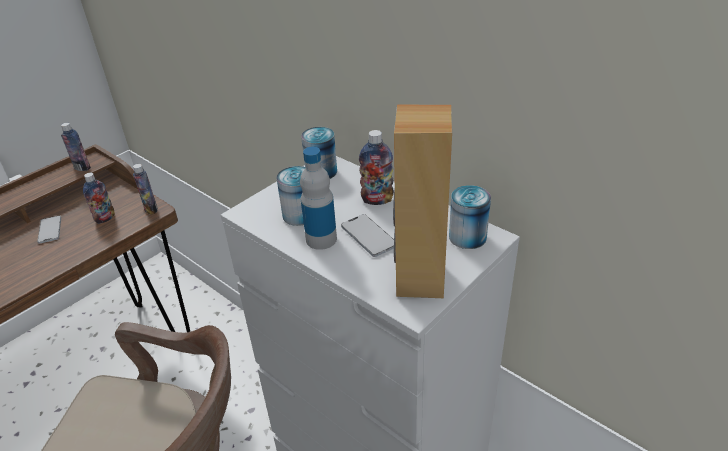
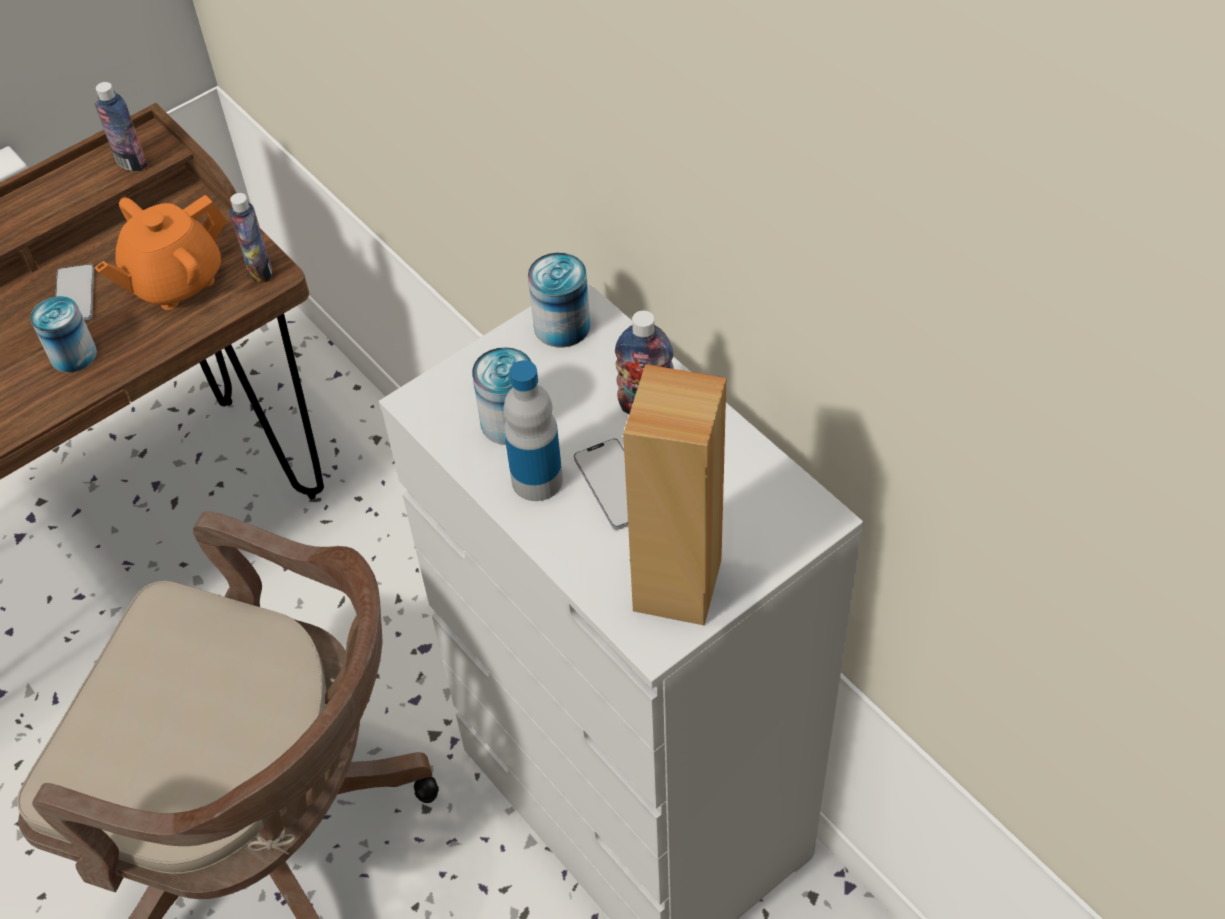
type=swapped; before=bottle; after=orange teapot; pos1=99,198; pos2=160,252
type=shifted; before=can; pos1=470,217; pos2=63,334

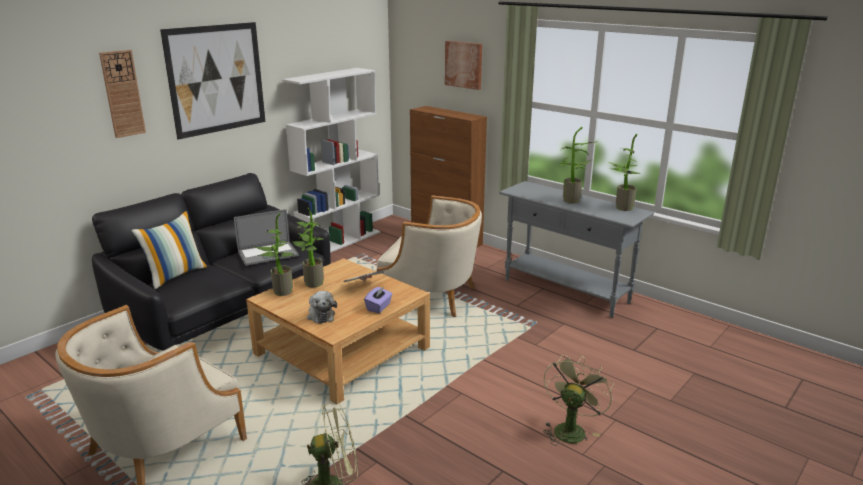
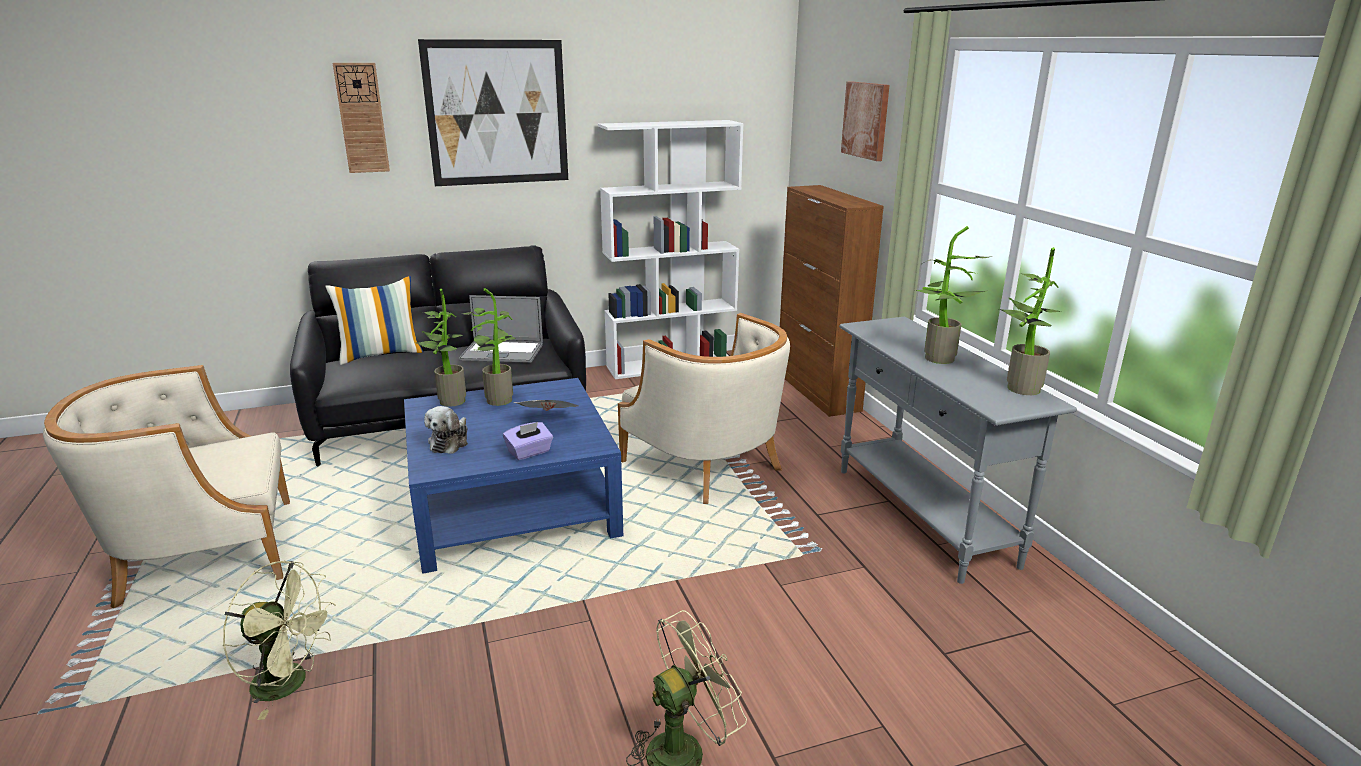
type=repainted; before=beige coffee table; after=blue coffee table; pos1=338,331; pos2=513,476

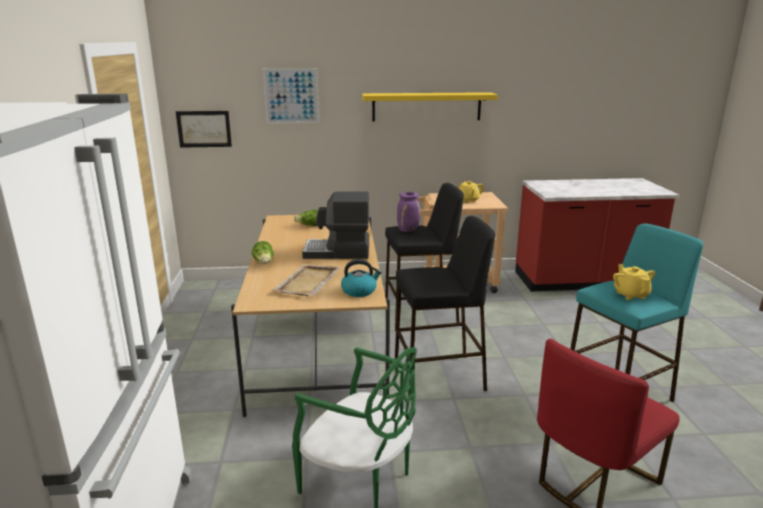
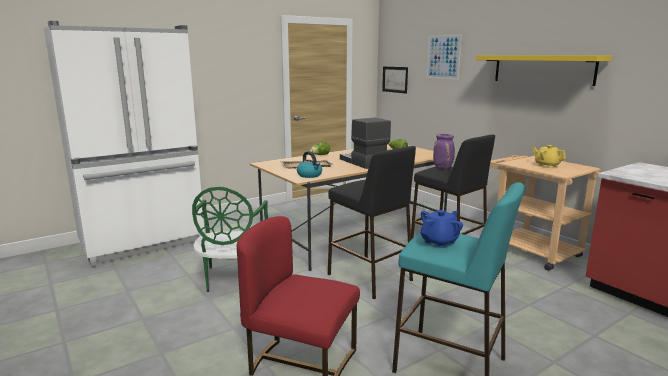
type=repainted; before=yellow teapot; after=blue teapot; pos1=634,282; pos2=442,229

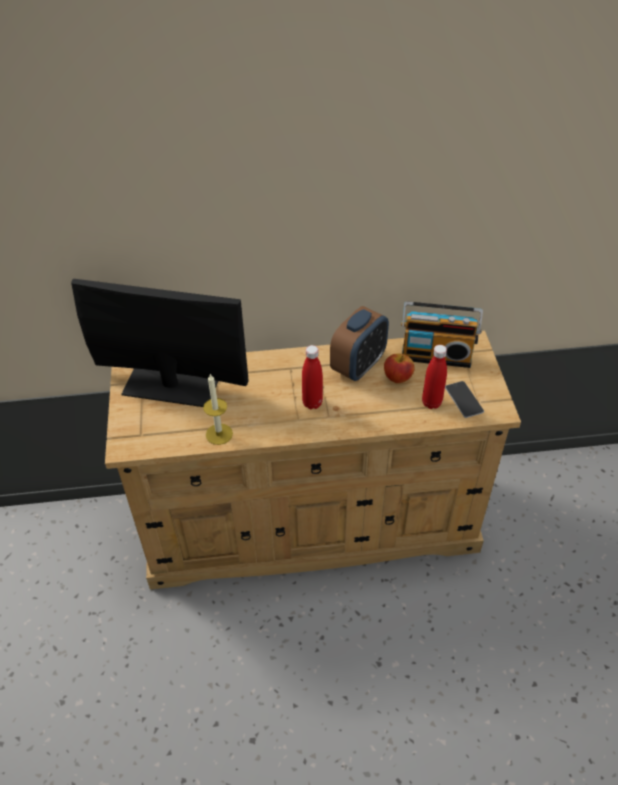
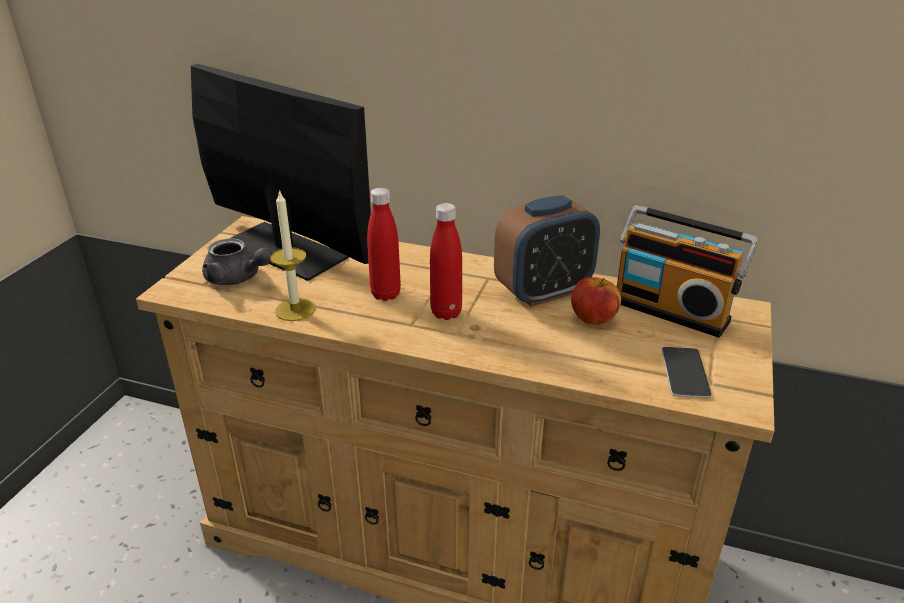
type=shifted; before=red bottle; pos1=434,377; pos2=384,244
type=new; after=grey teapot; pos2=237,261

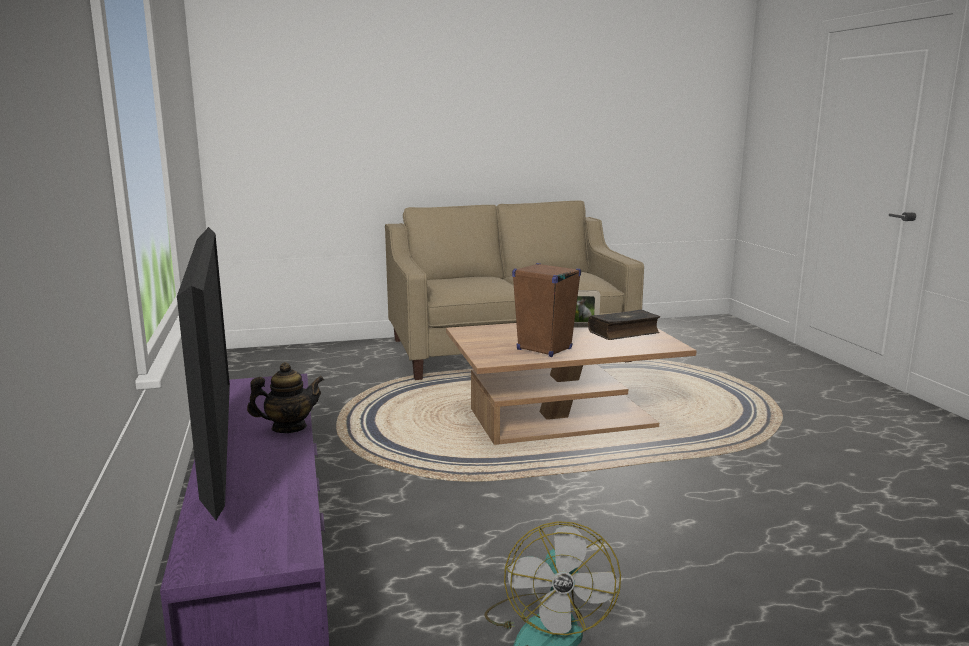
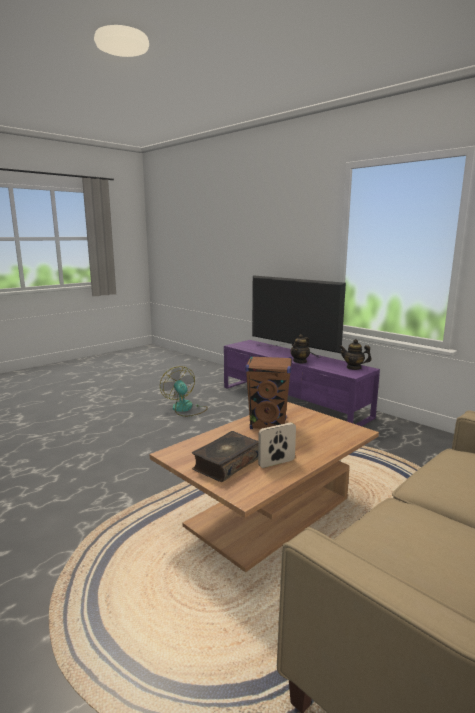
type=new; after=teapot; pos2=356,354

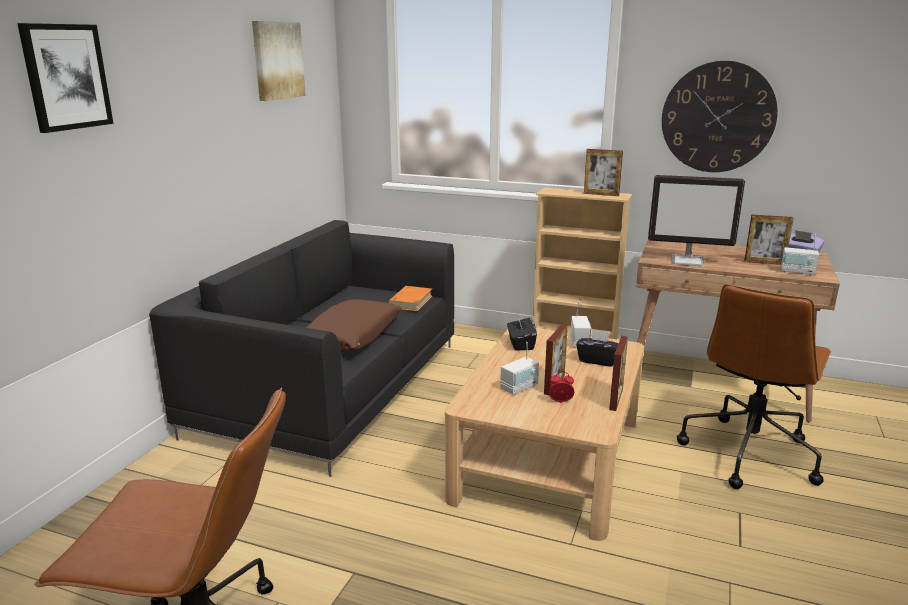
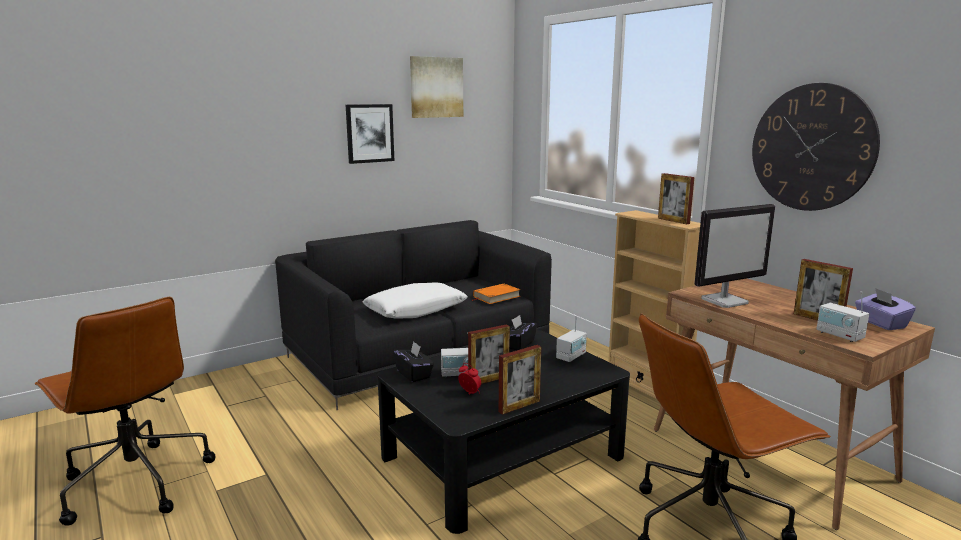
type=shifted; before=picture; pos1=65,78; pos2=370,134
type=rotated; before=monitor; pos1=696,220; pos2=735,256; turn=-75
type=repainted; before=brown pillow; after=white pillow; pos1=354,325; pos2=415,300
type=repainted; before=beige coffee table; after=black coffee table; pos1=544,434; pos2=503,432
type=shifted; before=black tissue box; pos1=597,348; pos2=413,361

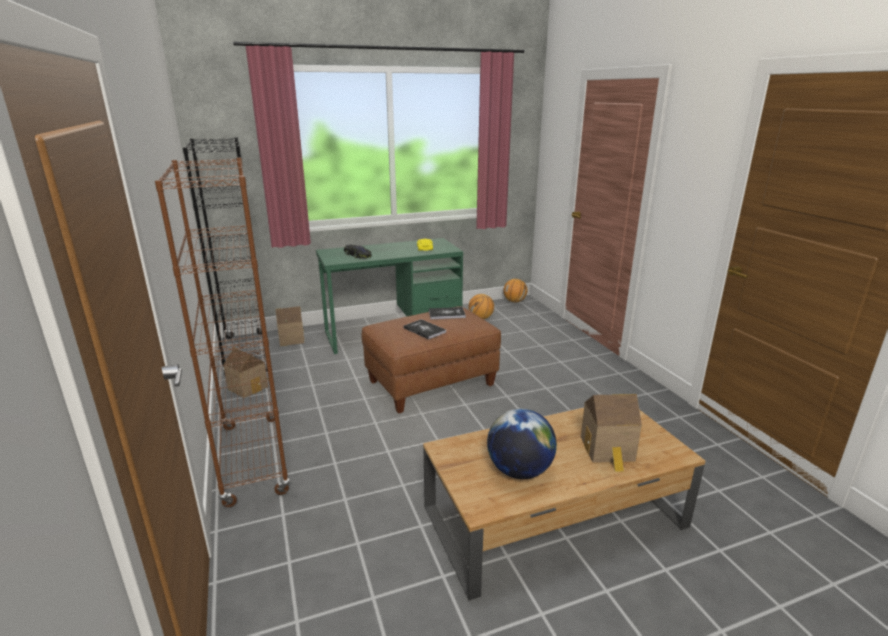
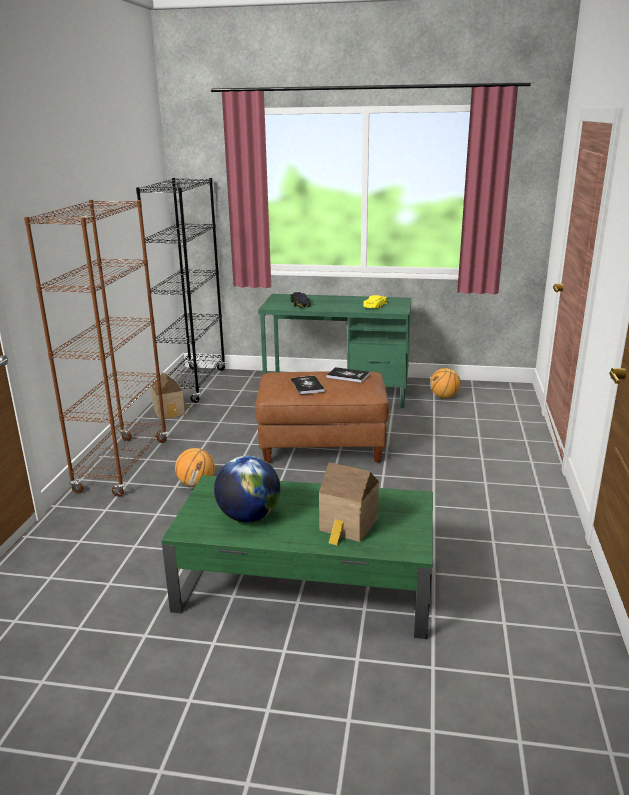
type=shifted; before=basketball; pos1=515,290; pos2=195,467
type=gone; before=toy house; pos1=290,326
type=repainted; before=brown coffee table; after=green coffee table; pos1=564,504; pos2=297,557

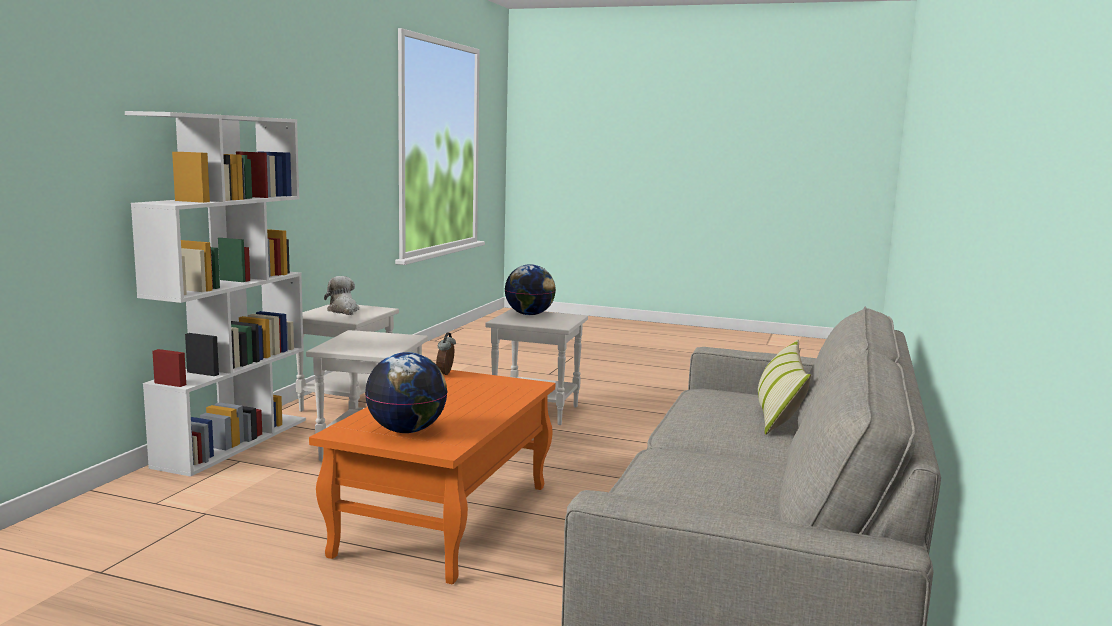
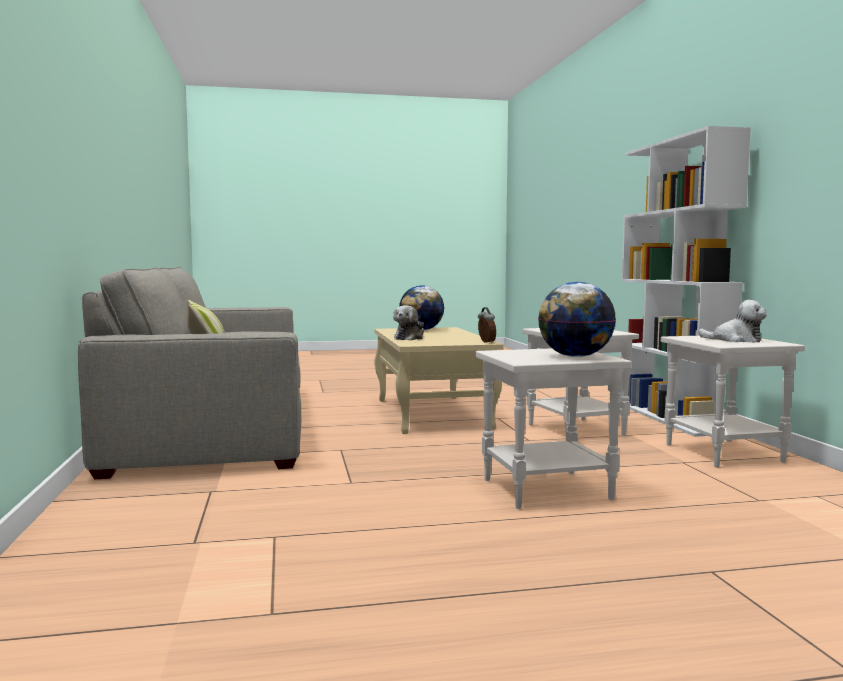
type=repainted; before=orange coffee table; after=beige coffee table; pos1=432,477; pos2=439,380
type=new; after=plush toy; pos2=408,323

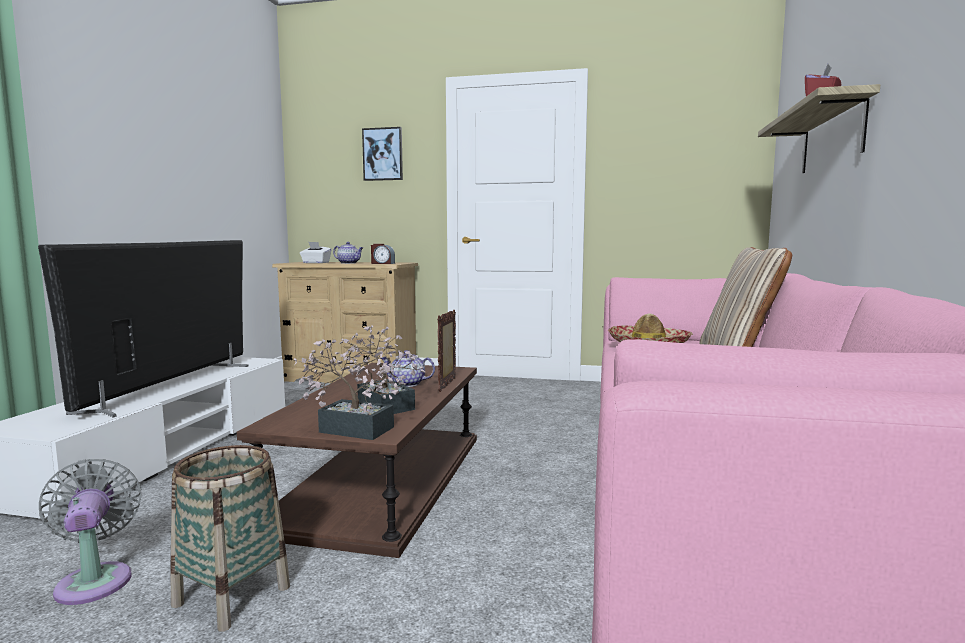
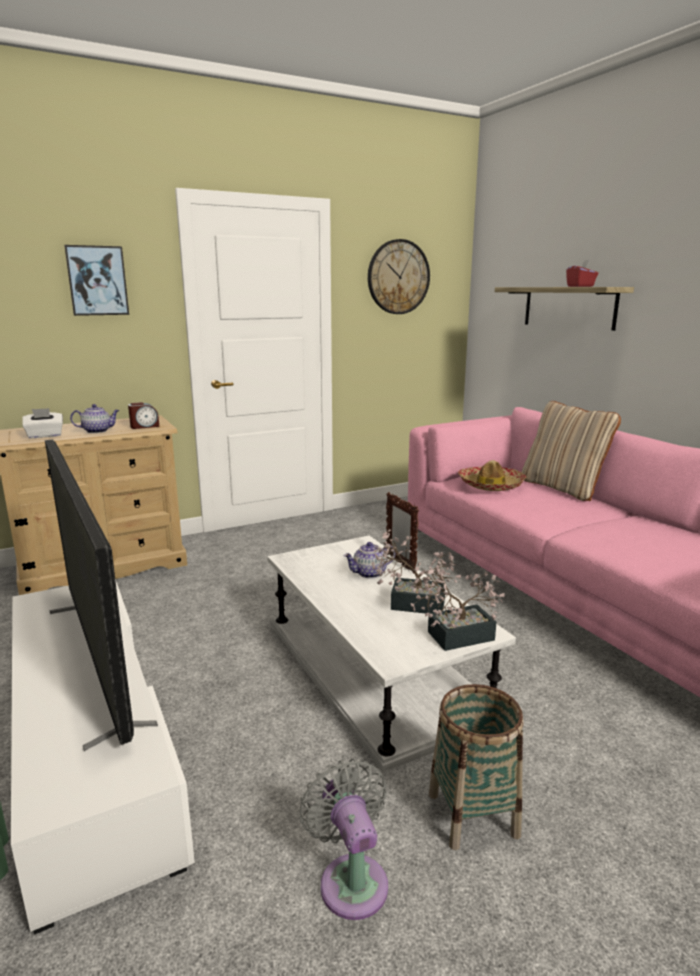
type=repainted; before=brown coffee table; after=white coffee table; pos1=357,460; pos2=391,654
type=rotated; before=grey fan; pos1=90,532; pos2=343,839; turn=45
type=new; after=wall clock; pos2=399,276

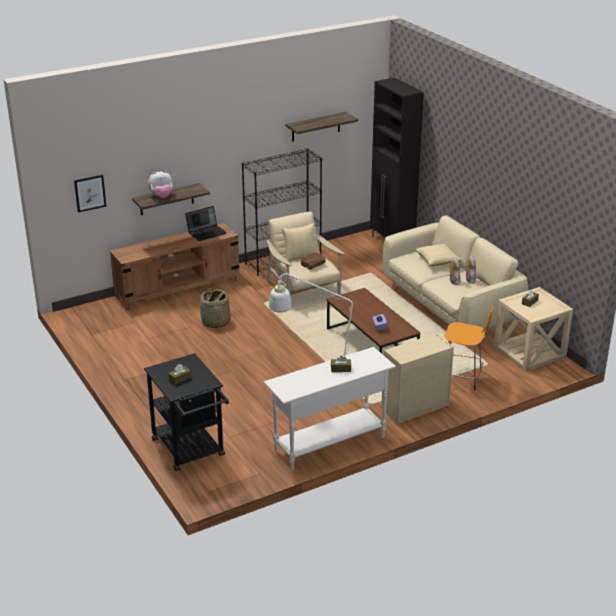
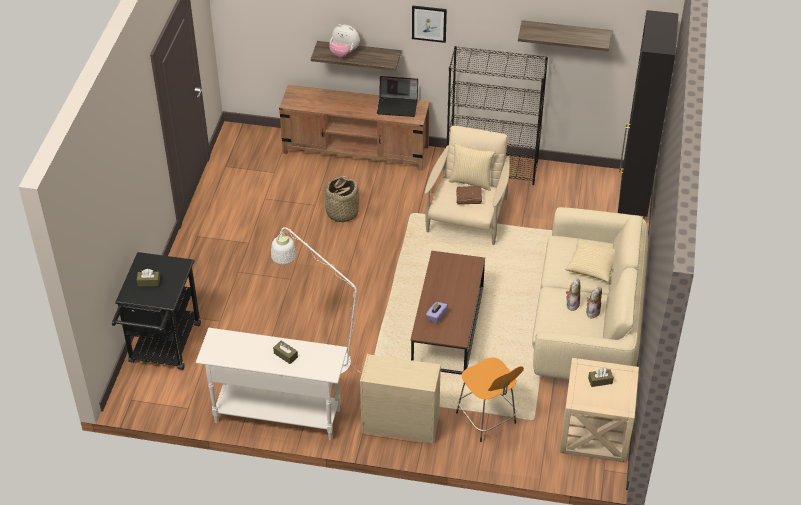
type=shifted; before=picture; pos1=90,194; pos2=429,24

